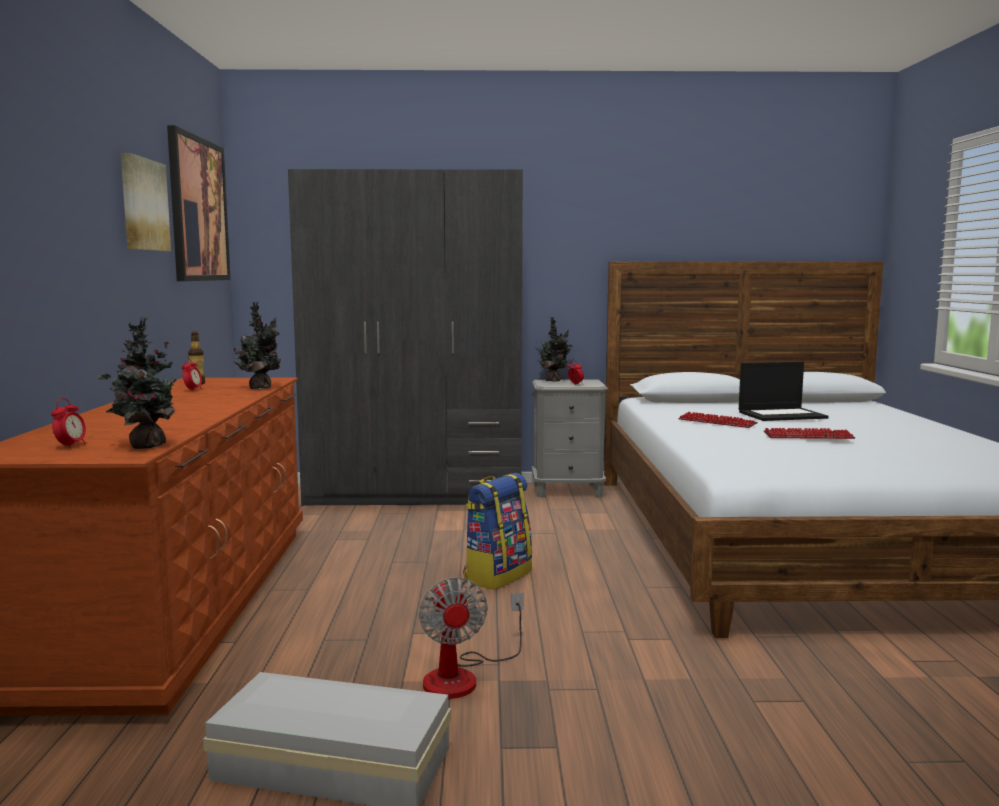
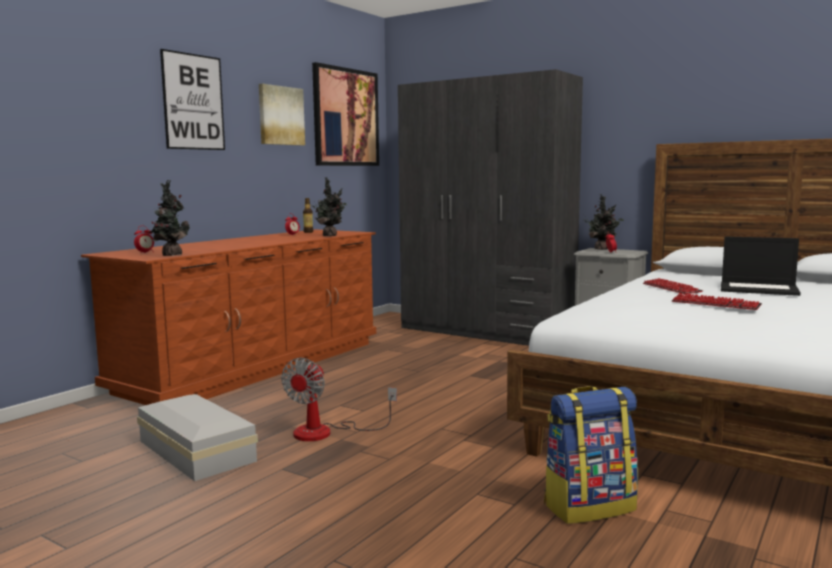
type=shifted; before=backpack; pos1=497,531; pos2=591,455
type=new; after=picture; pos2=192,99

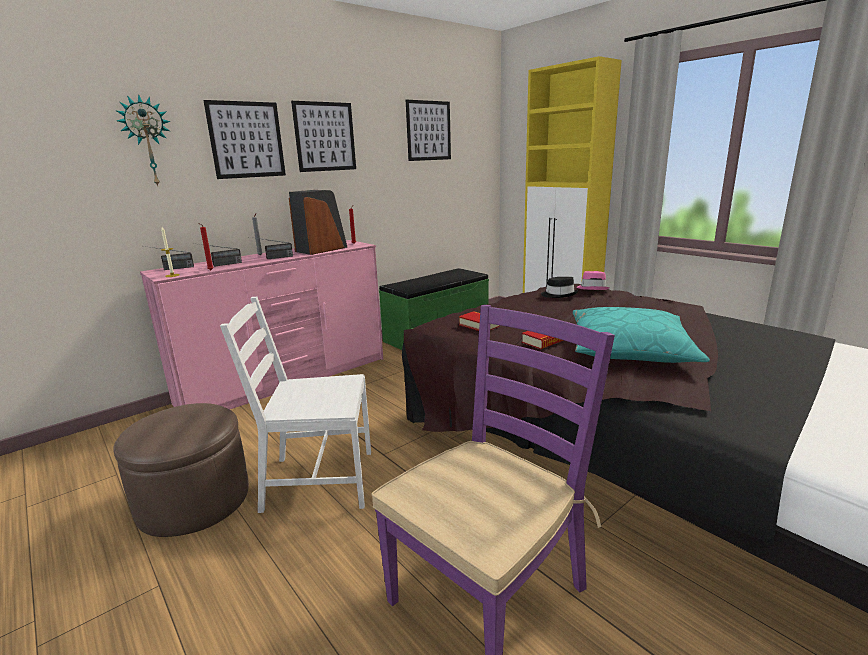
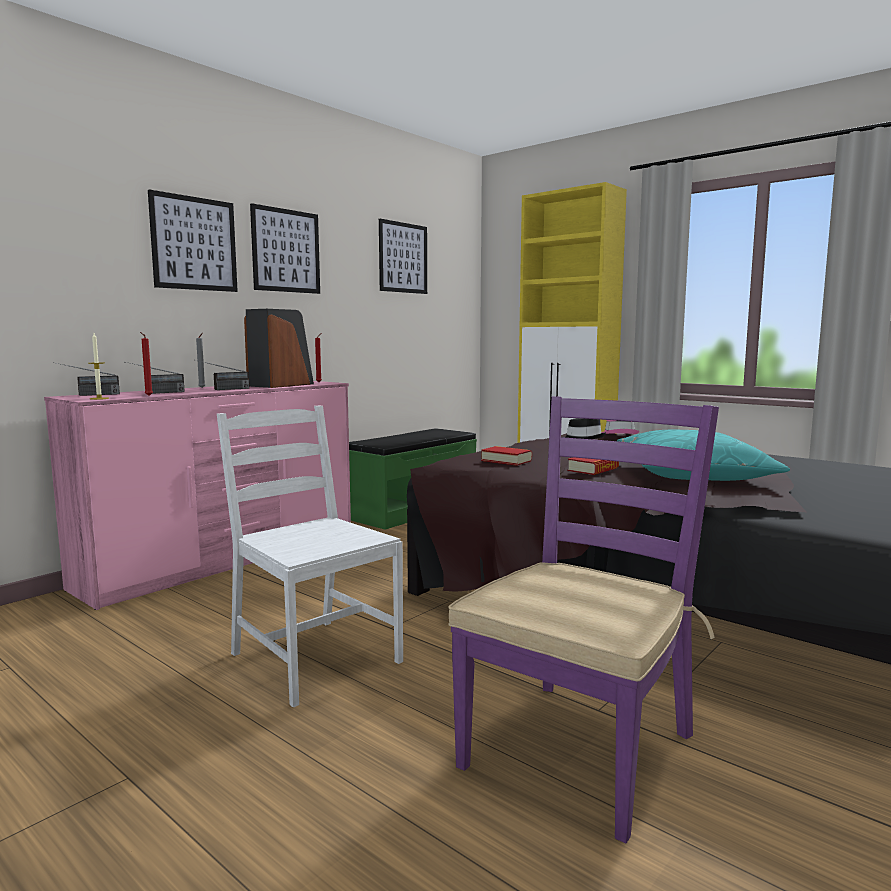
type=gone; before=wall clock; pos1=142,140
type=rotated; before=white chair; pos1=295,405; pos2=310,556; turn=60
type=gone; before=brown ottoman; pos1=181,470

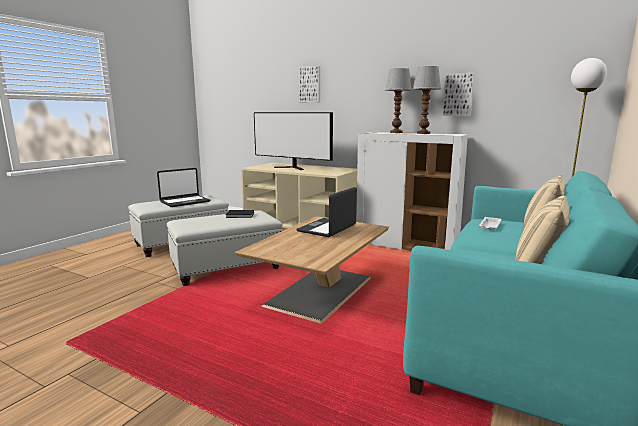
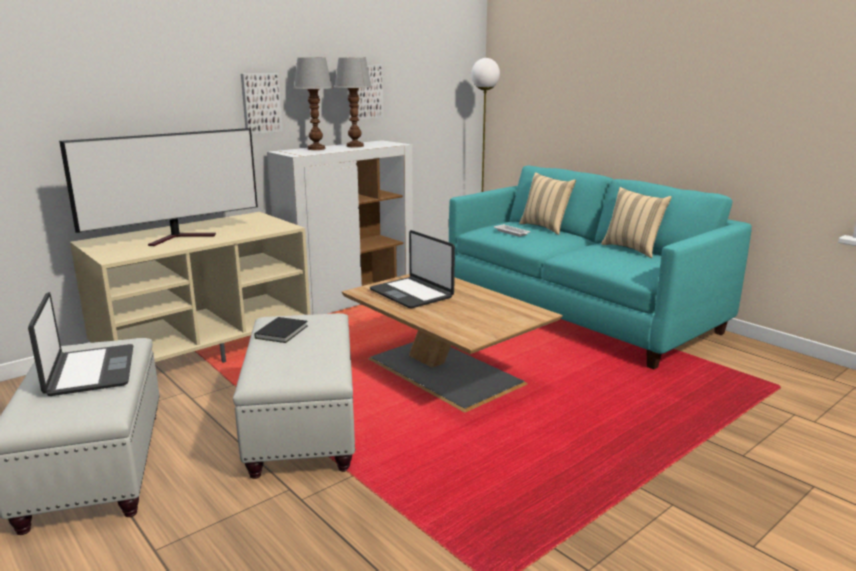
type=shifted; before=picture; pos1=309,84; pos2=262,103

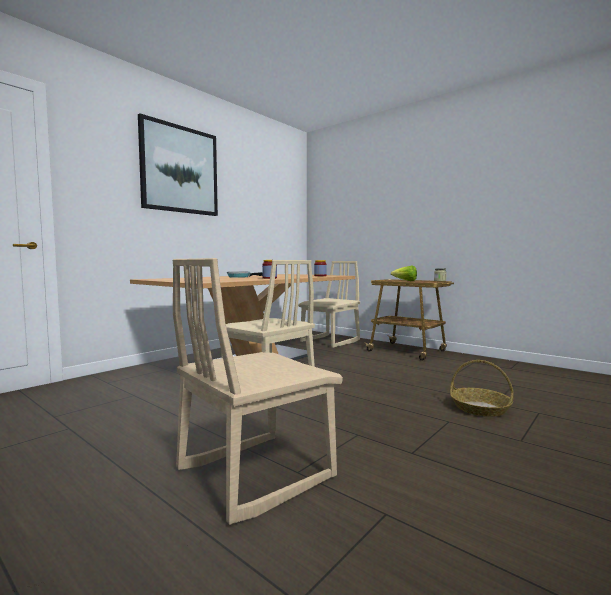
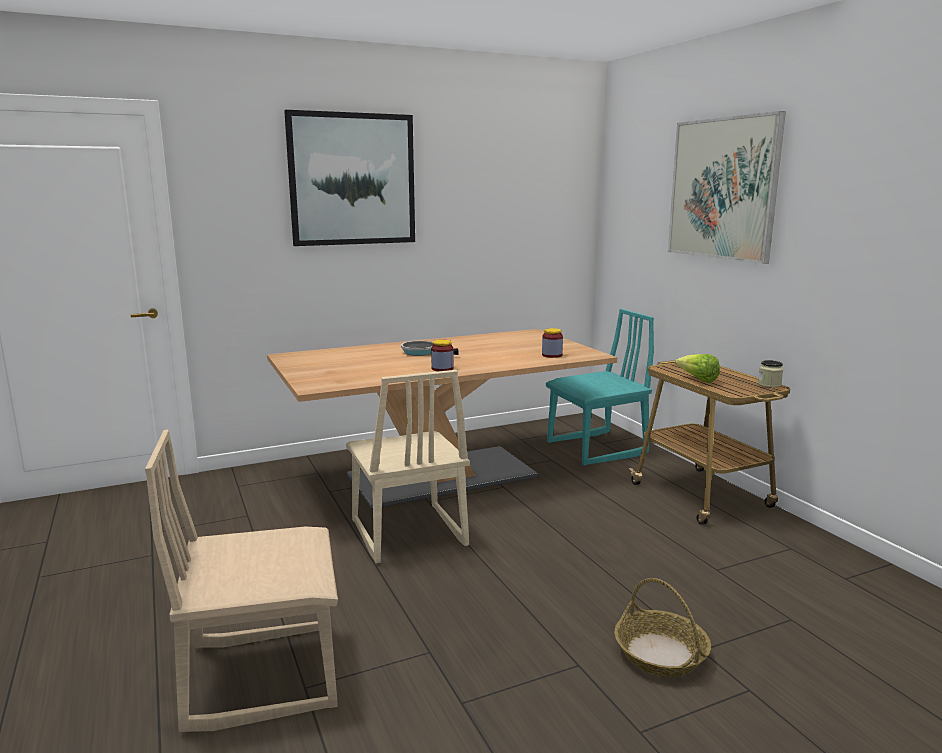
type=repainted; before=beige chair; after=turquoise chair; pos1=329,304; pos2=600,387
type=new; after=picture; pos2=727,187

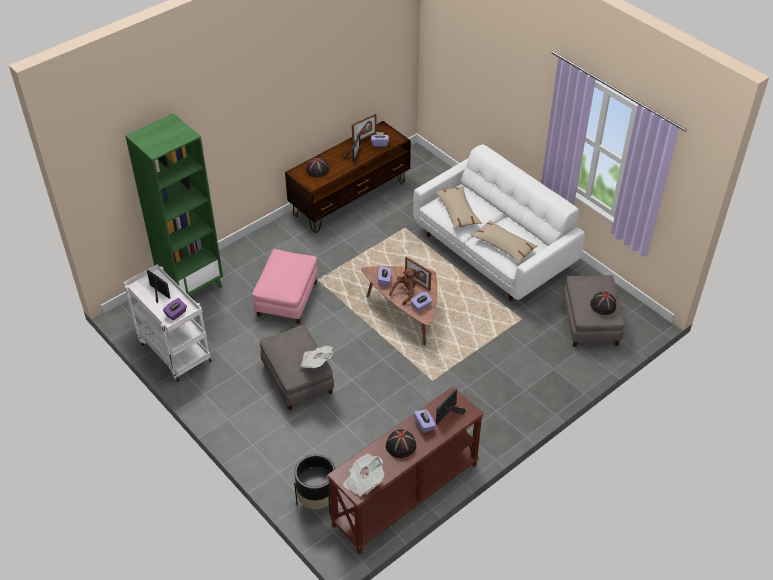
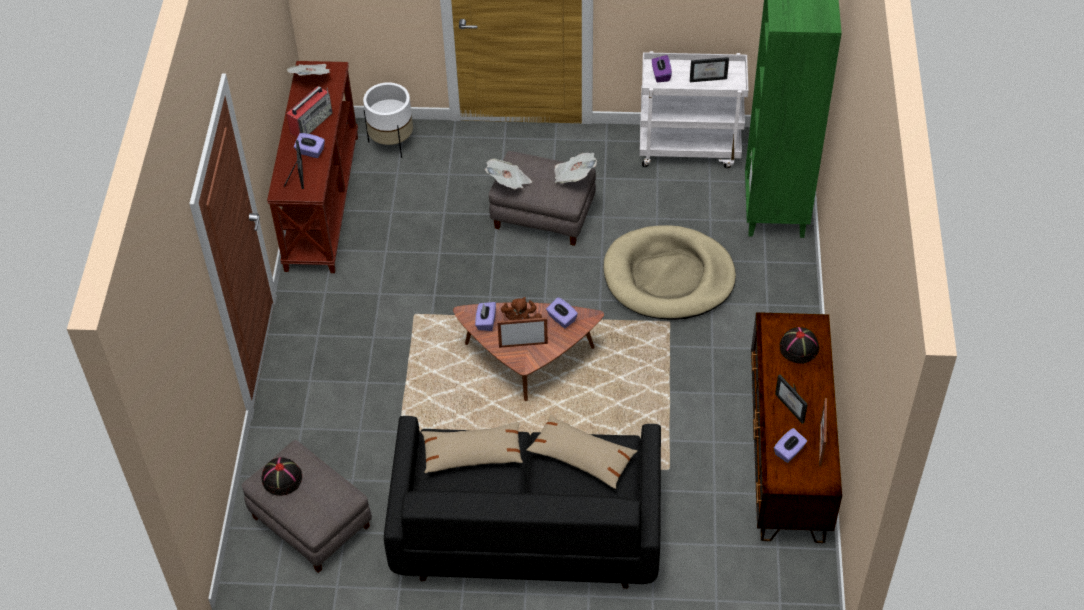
type=repainted; before=white sofa; after=black sofa; pos1=499,222; pos2=522,502
type=swapped; before=pink ottoman; after=beige dog bed; pos1=285,286; pos2=669,272
type=swapped; before=black hat; after=radio; pos1=401,443; pos2=309,111
type=repainted; before=black planter; after=white planter; pos1=314,485; pos2=388,120
type=new; after=newspaper; pos2=576,168

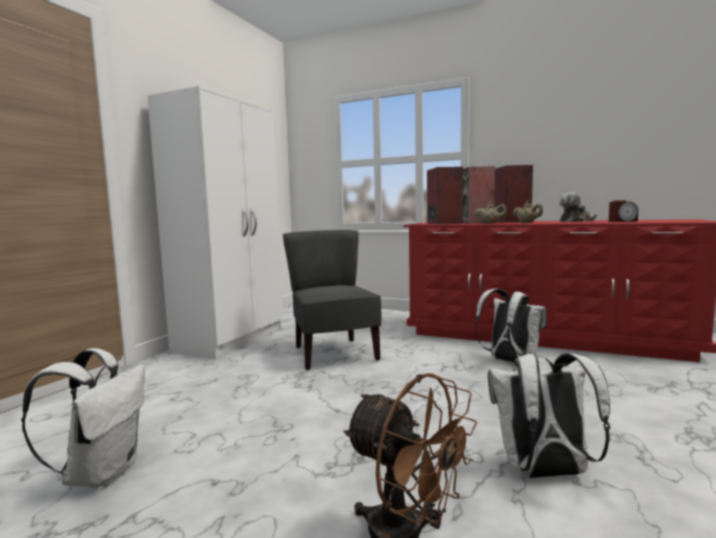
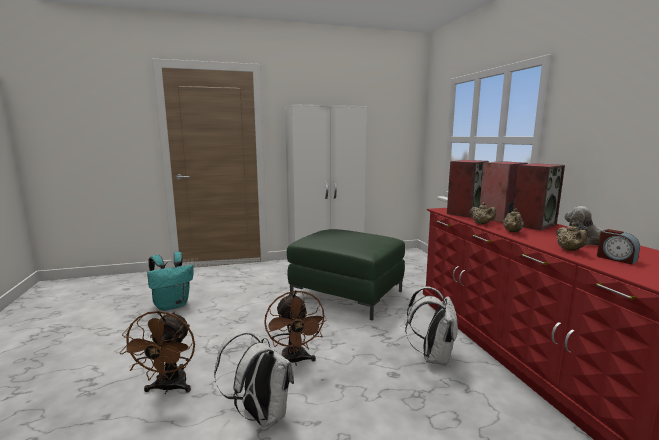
type=swapped; before=grey chair; after=green ottoman; pos1=332,300; pos2=346,274
type=repainted; before=white backpack; after=turquoise backpack; pos1=83,418; pos2=170,281
type=new; after=beige teapot; pos2=571,237
type=new; after=brown fan; pos2=295,328

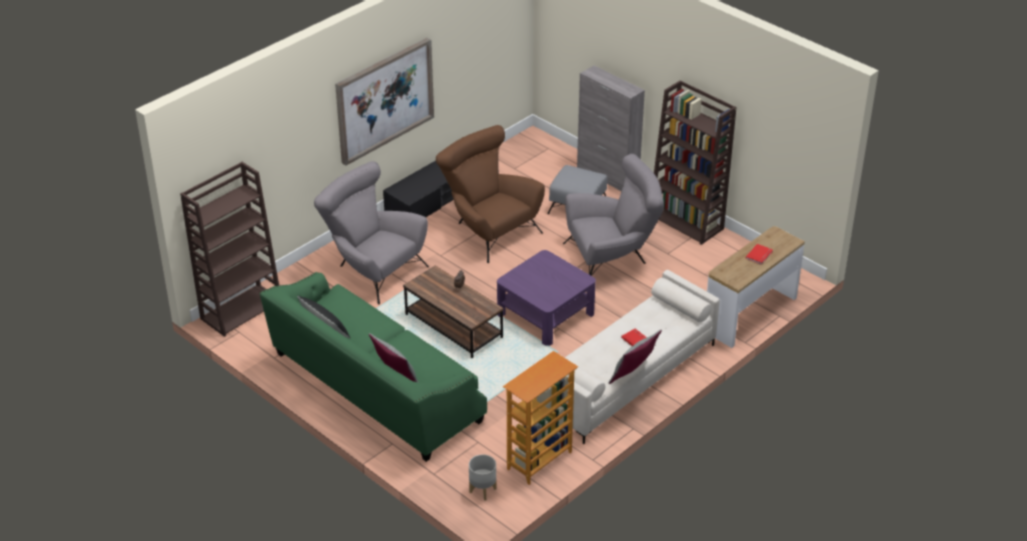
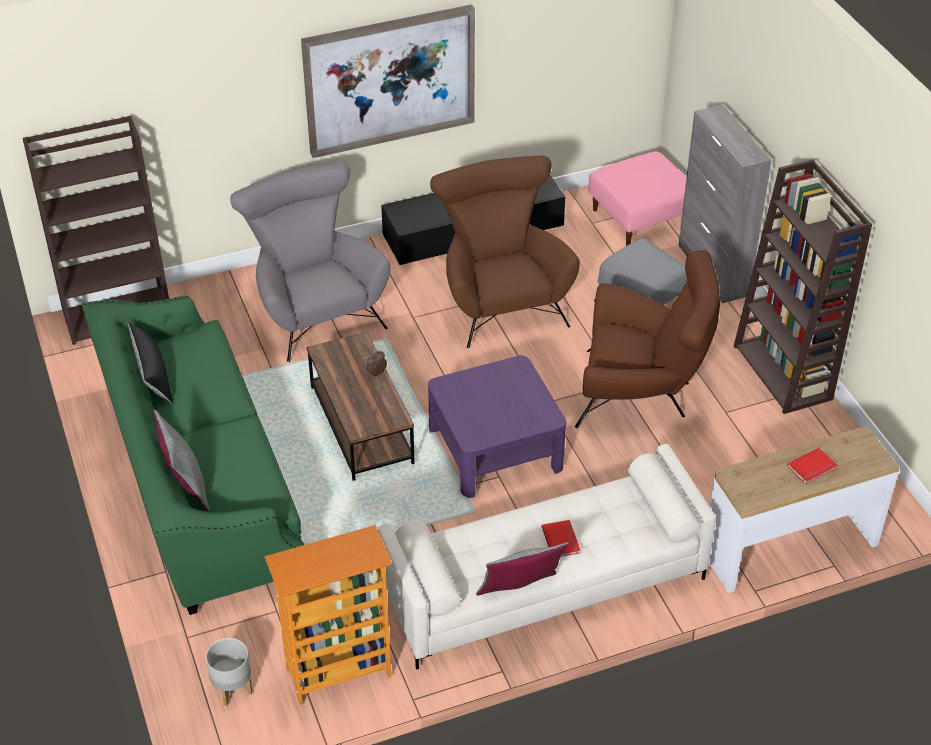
type=repainted; before=grey armchair; after=brown armchair; pos1=613,214; pos2=647,339
type=new; after=pink ottoman; pos2=637,198

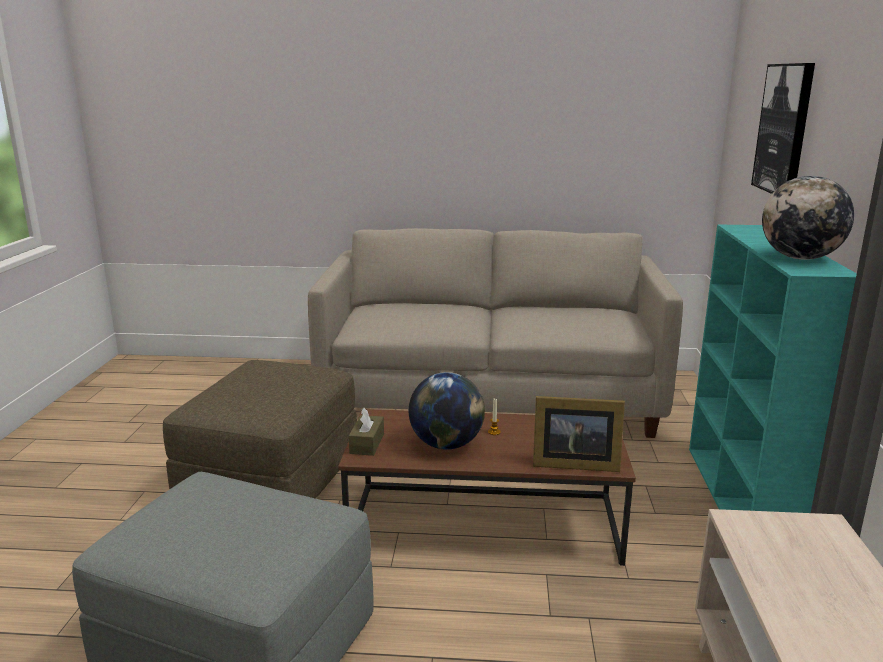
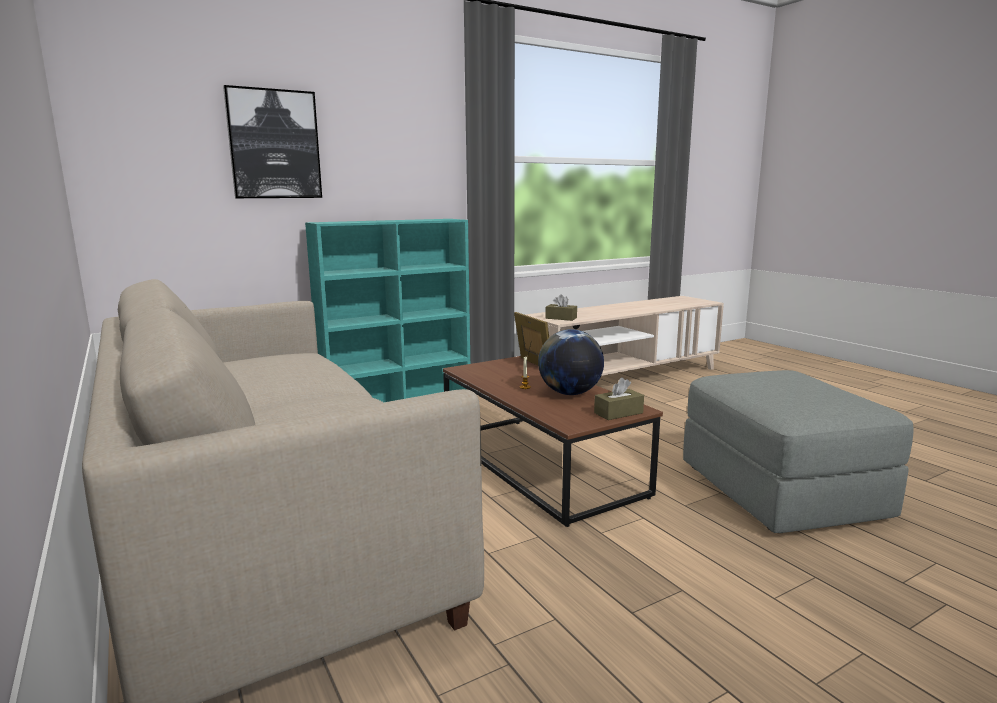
type=gone; before=globe; pos1=808,218
type=gone; before=brown ottoman; pos1=260,429
type=new; after=brown tissue box; pos2=561,307

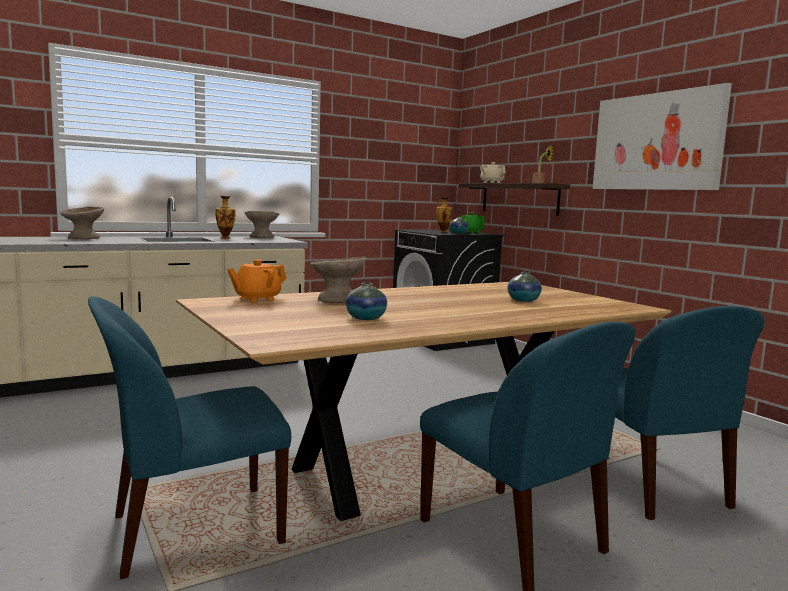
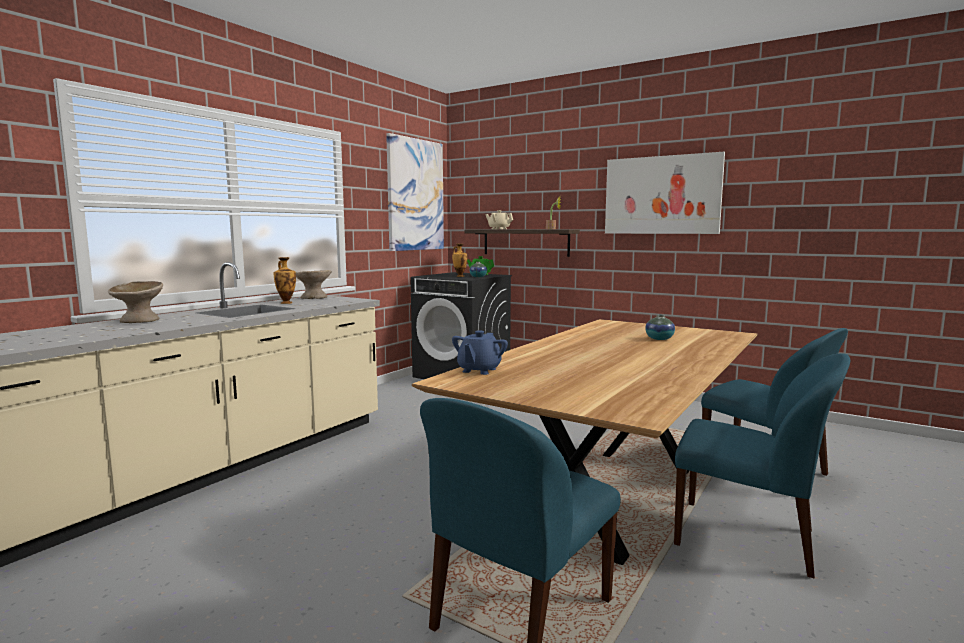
type=gone; before=beige bowl; pos1=338,279
type=repainted; before=orange teapot; after=blue teapot; pos1=256,280; pos2=480,353
type=gone; before=vase; pos1=366,301
type=new; after=picture; pos2=415,192

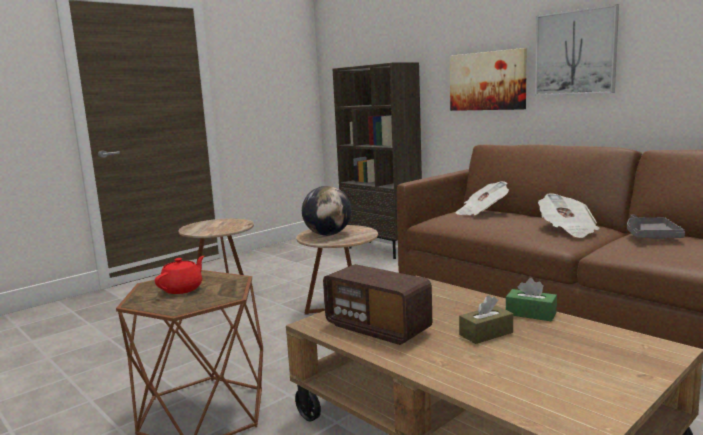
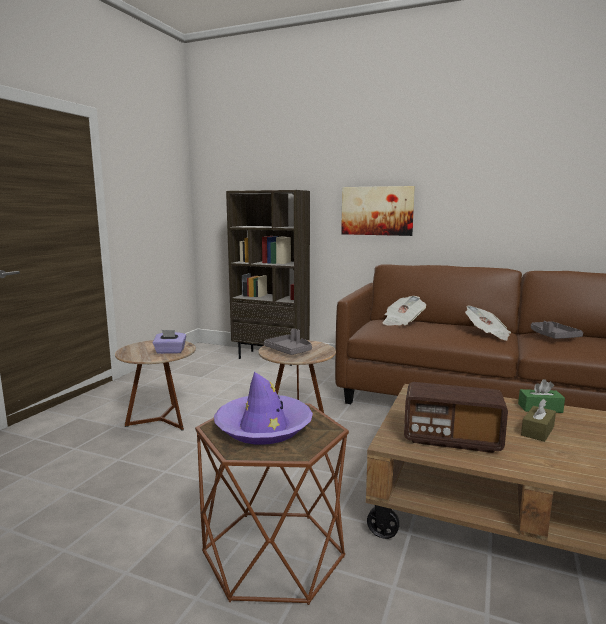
type=gone; before=picture; pos1=577,50
type=swapped; before=globe; after=grey tray; pos1=326,211; pos2=288,342
type=swapped; before=red teapot; after=purple hat; pos1=179,275; pos2=263,408
type=new; after=purple tissue box; pos2=169,342

